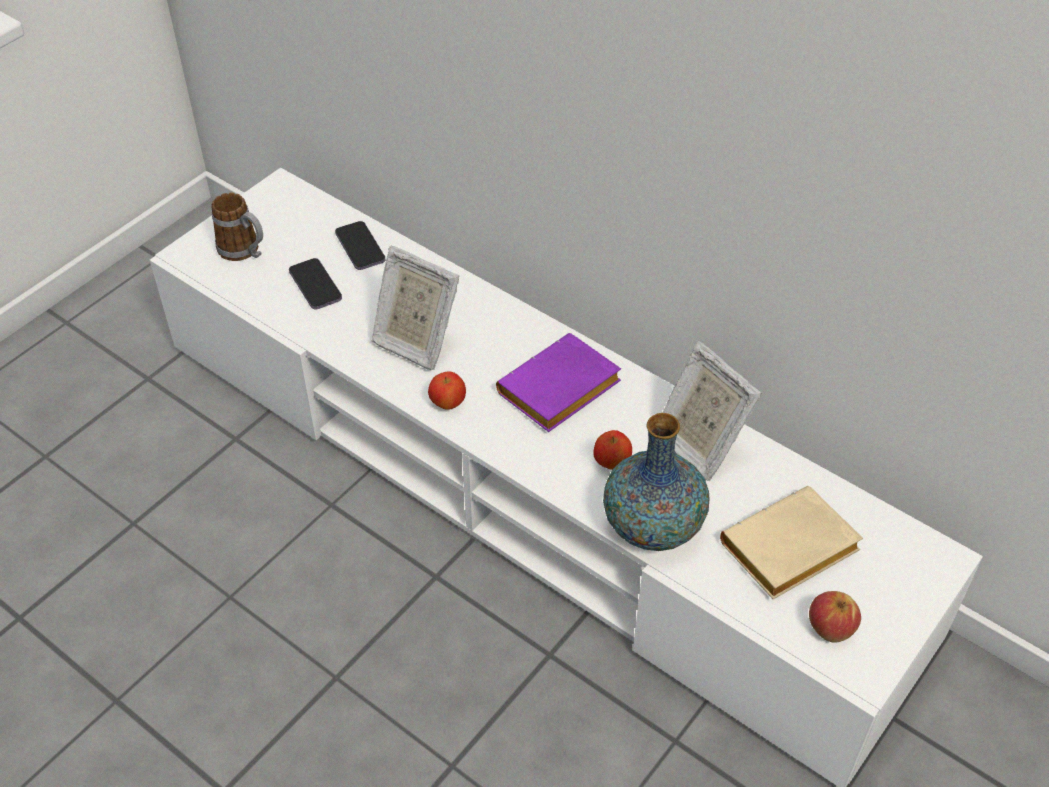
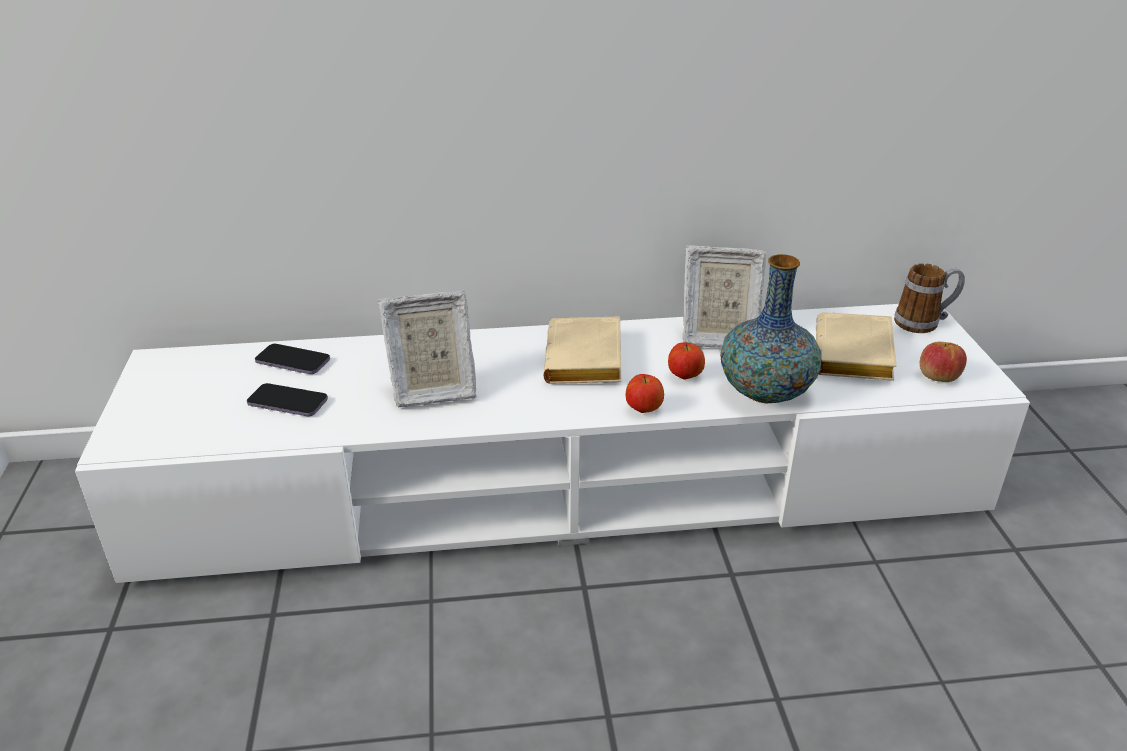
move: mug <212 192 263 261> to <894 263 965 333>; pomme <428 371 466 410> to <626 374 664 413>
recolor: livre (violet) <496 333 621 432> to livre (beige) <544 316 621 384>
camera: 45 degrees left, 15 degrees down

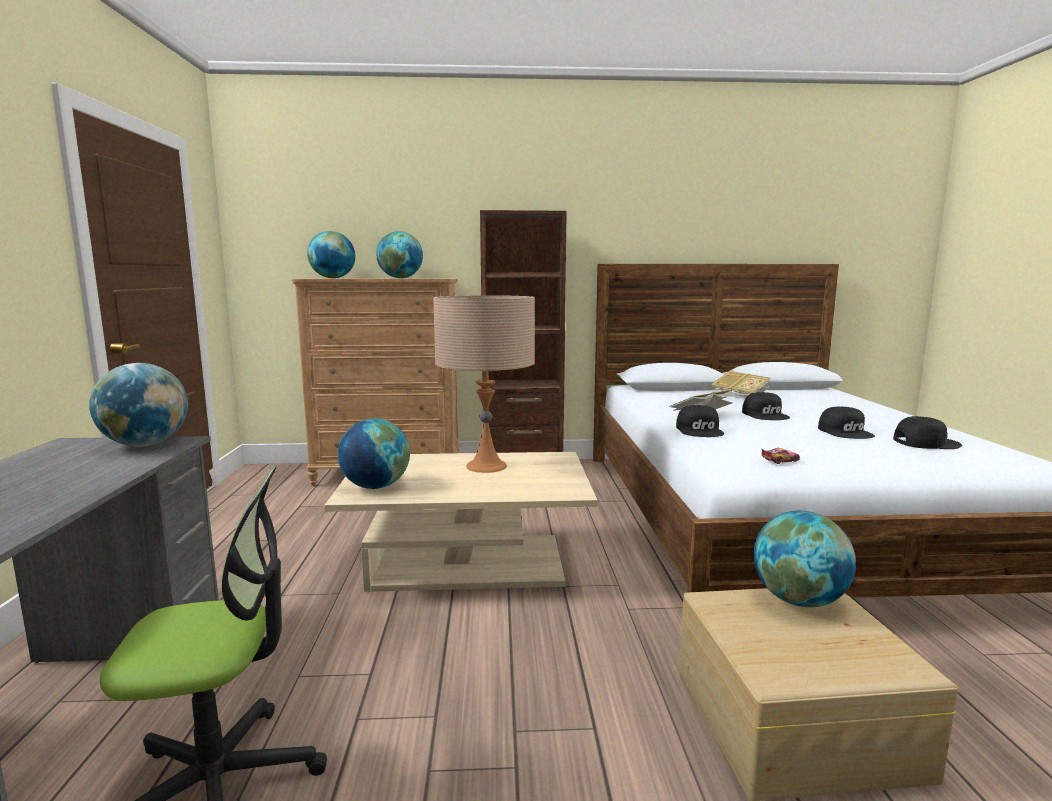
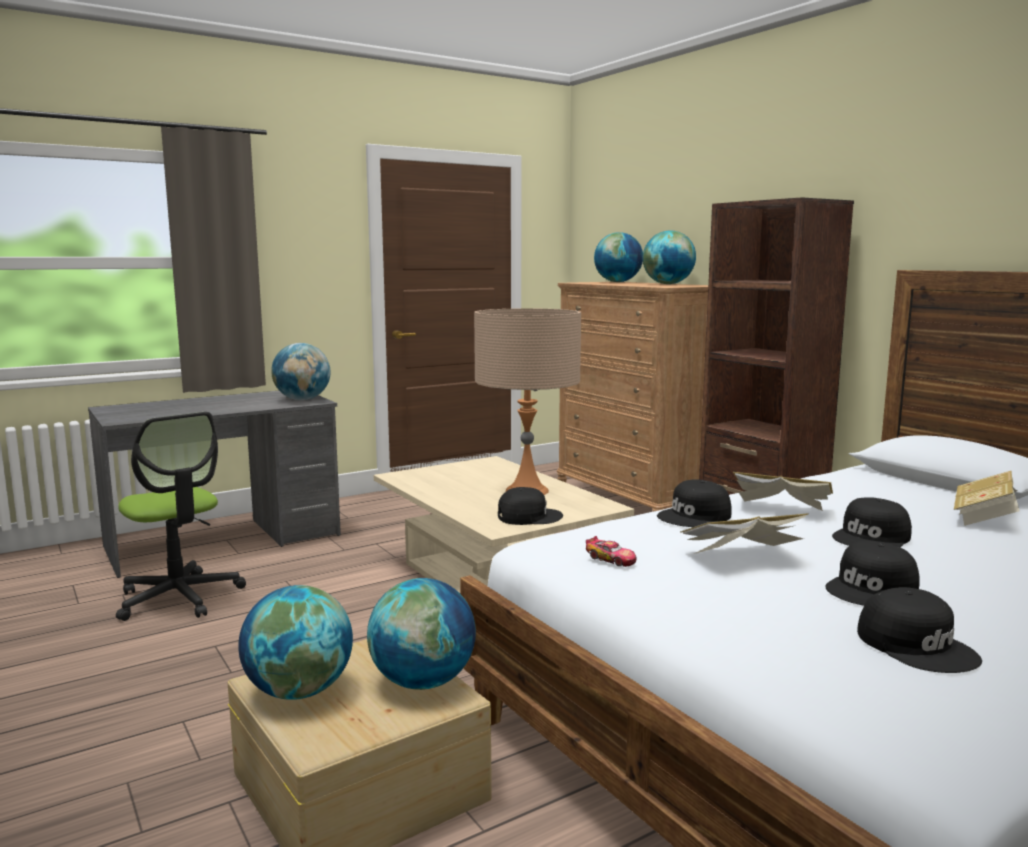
insert: casquette (noir) <498 487 563 525>; livre <680 513 809 554>
move: globe <338 418 410 489> to <238 585 353 700>
camera: 60 degrees right, 0 degrees up

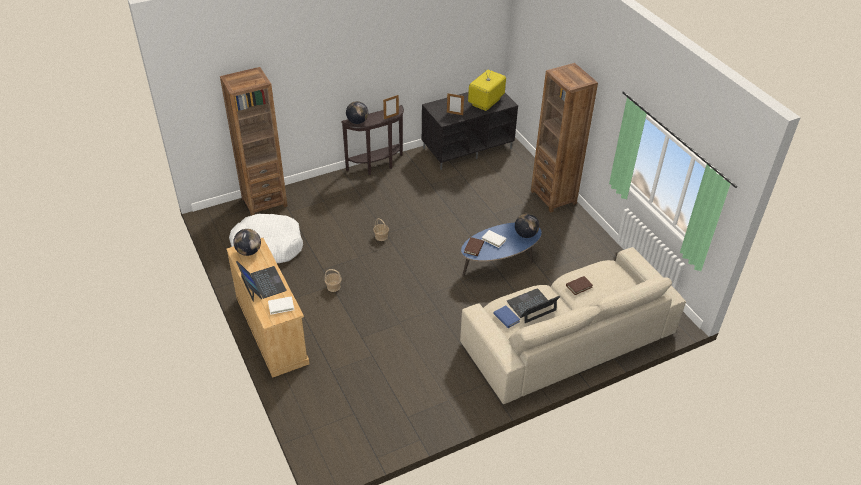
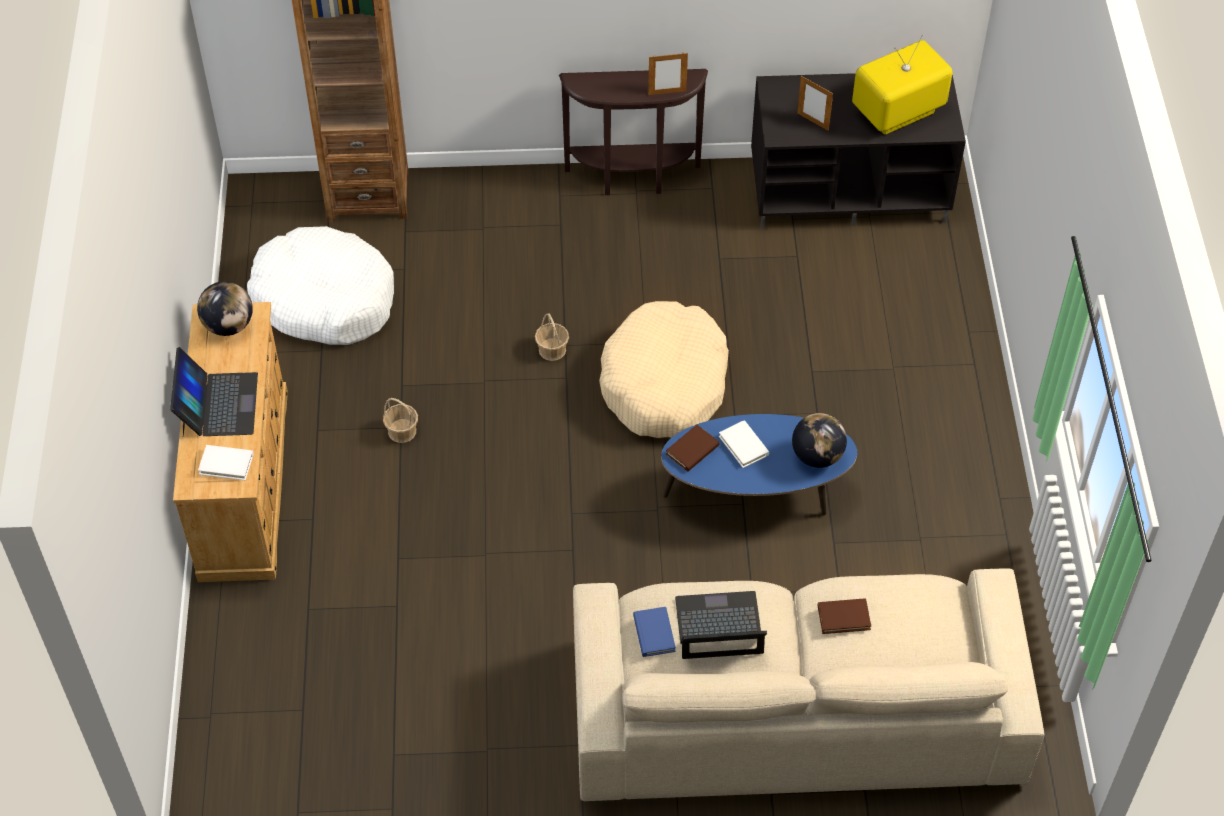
delete: globe <346 101 368 124>; bibliothèque (marron) <531 63 598 213>
insert: panier pour chien (beige) <599 301 729 438>
camera: 25 degrees right, 10 degrees up

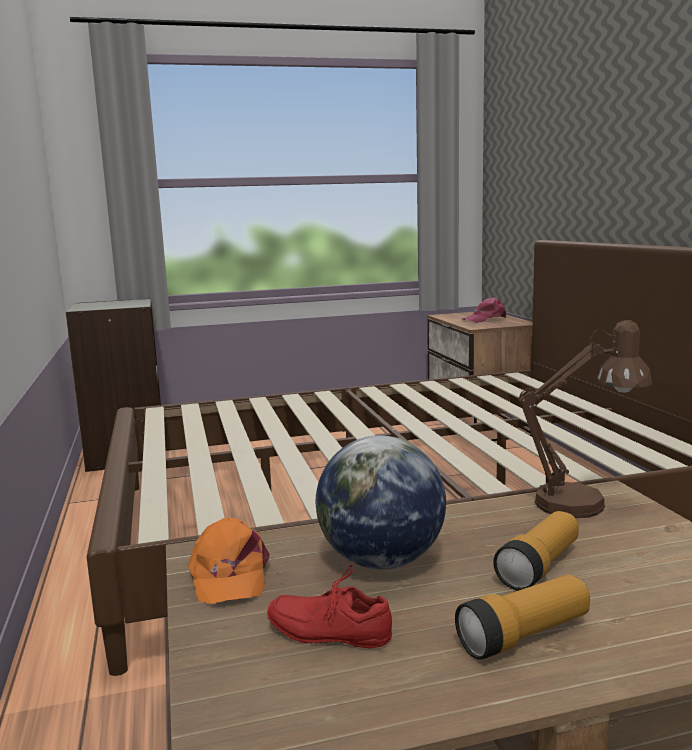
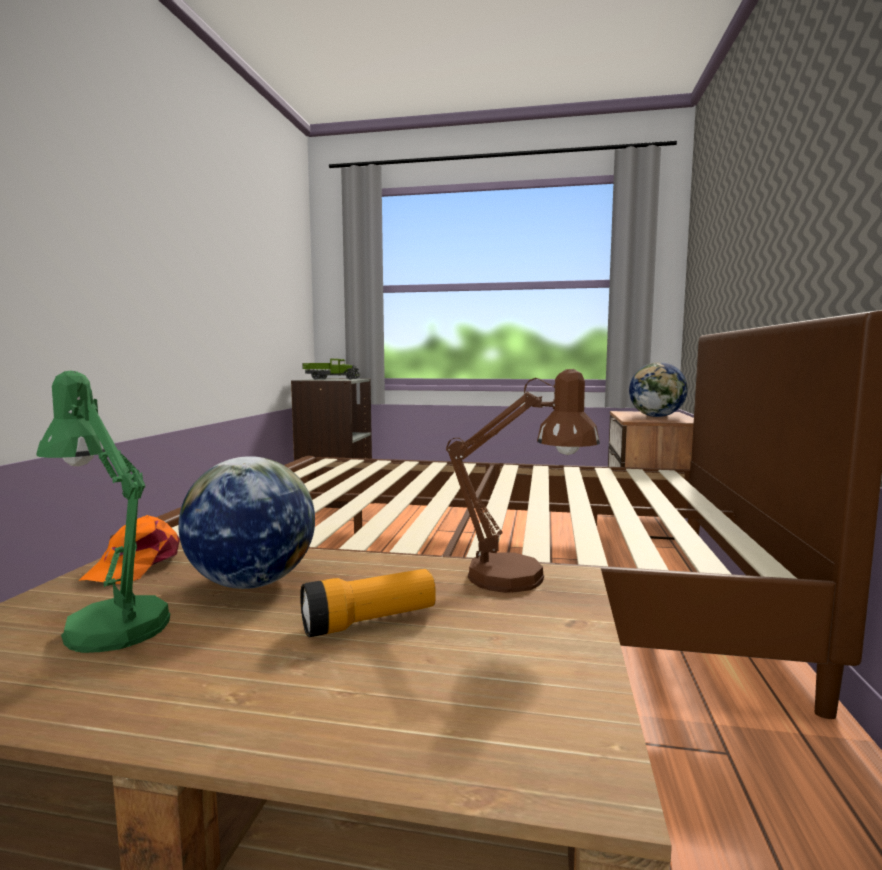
delete: lampe de poche <455 574 590 660>
insert: camion jouet <302 359 360 380>
replace: chaussure (rouge) <267 562 392 648> to lampe de table (vert) <36 371 171 653>; casquette (rose) <463 297 506 323> to globe <629 362 688 417>
camera: 25 degrees right, 5 degrees down

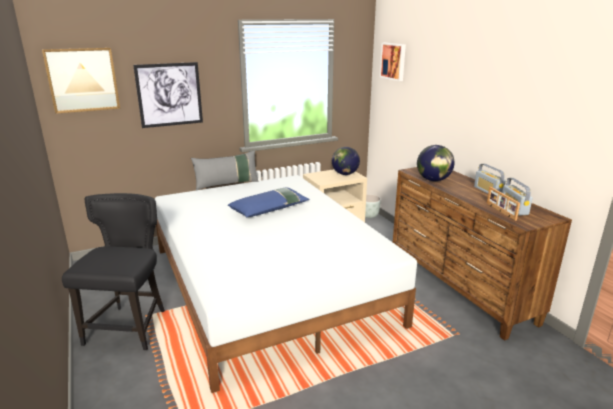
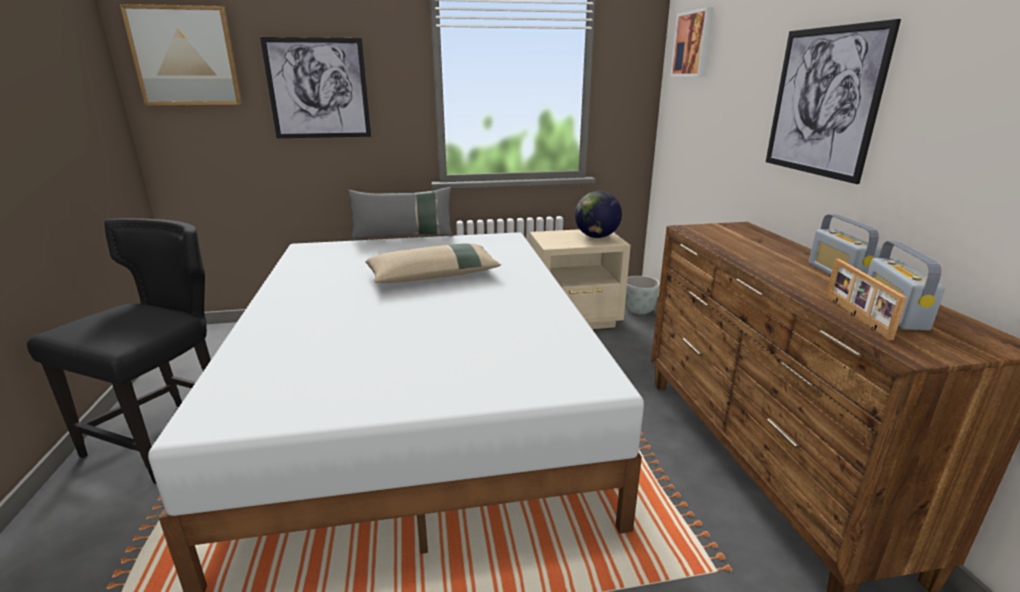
delete: globe <417 145 455 181>
insert: tableau <766 19 901 184>
recolor: coussin (bleu) <228 188 310 217> to coussin (beige) <365 243 501 283>
camera: 15 degrees right, 0 degrees up

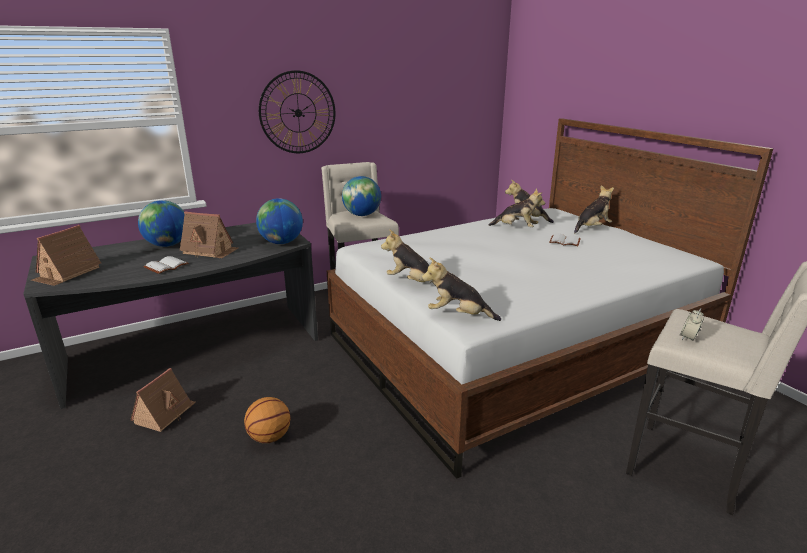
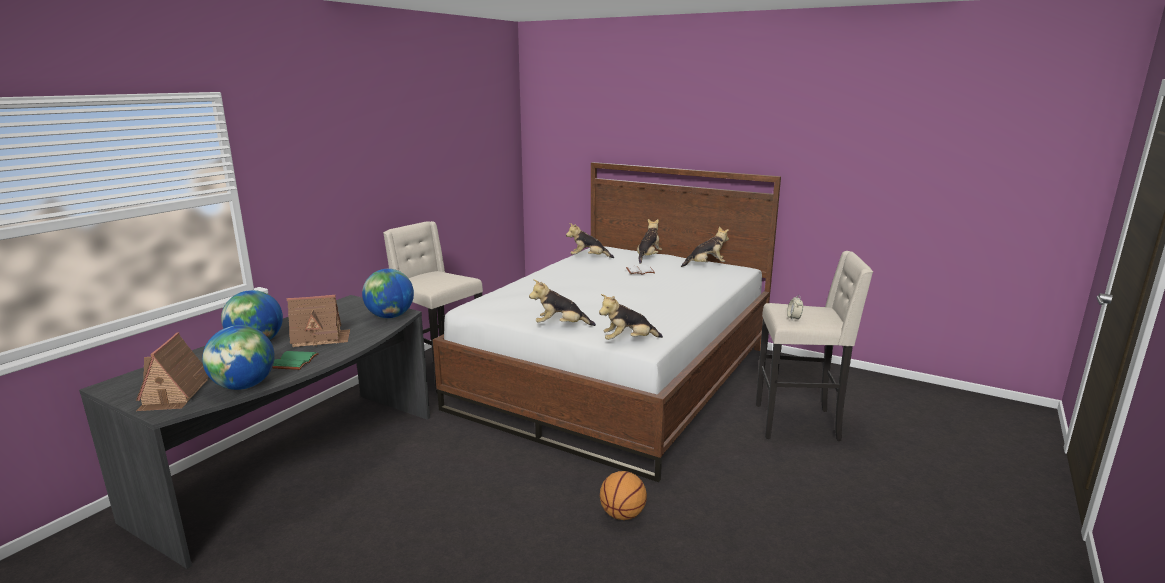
delete: maison miniature <130 368 196 432>; horloge murale <259 70 335 153>
move: ballon de basket <244 397 291 443> to <600 471 647 520>; globe <342 176 381 216> to <202 325 275 390>; peluche <488 189 545 227> to <681 226 729 267>
recolor: livre (blanc) <144 256 189 274> to livre (vert) <272 351 319 370>
camera: 30 degrees left, 5 degrees down

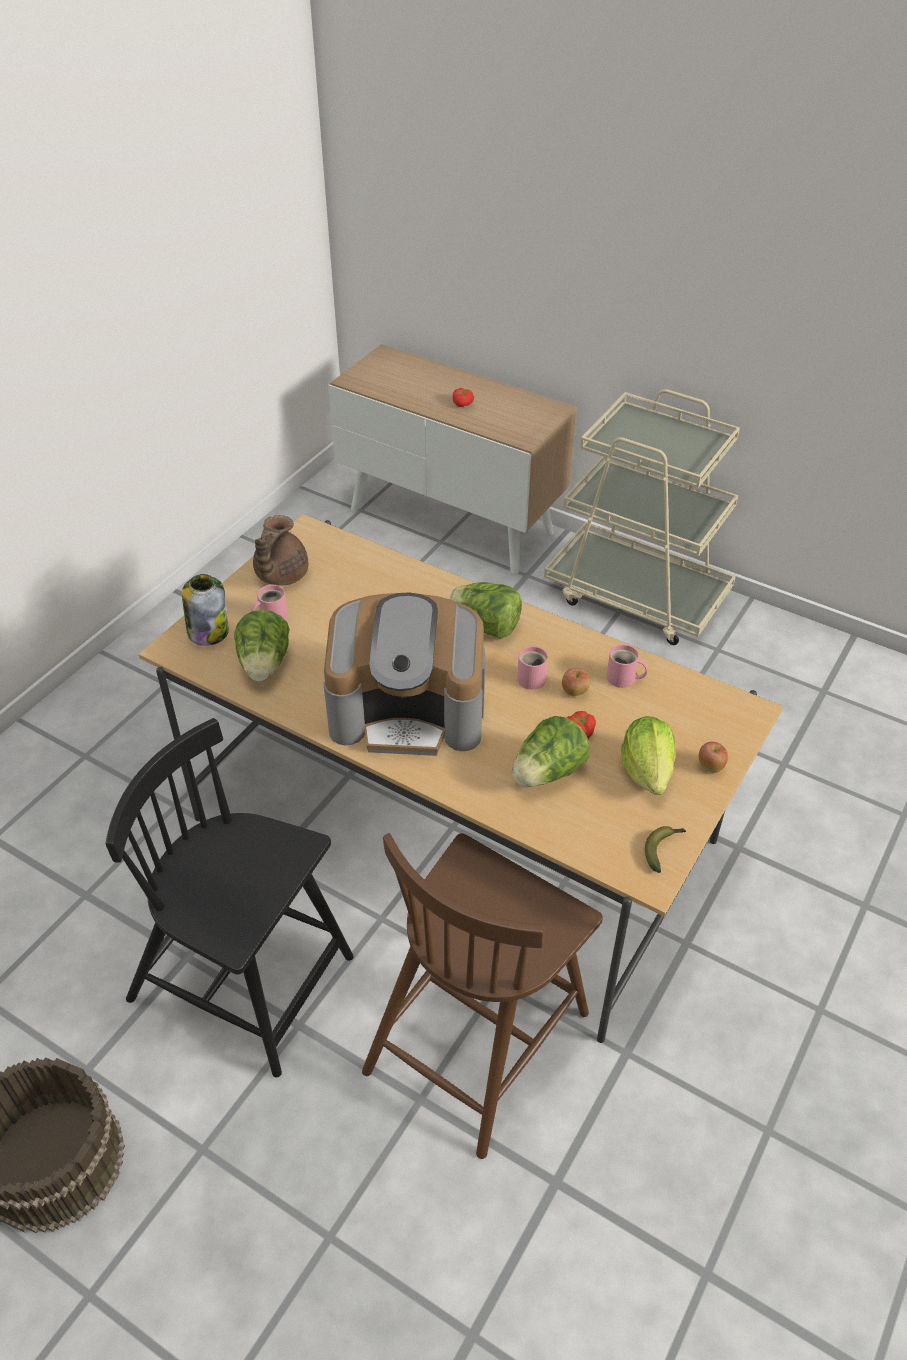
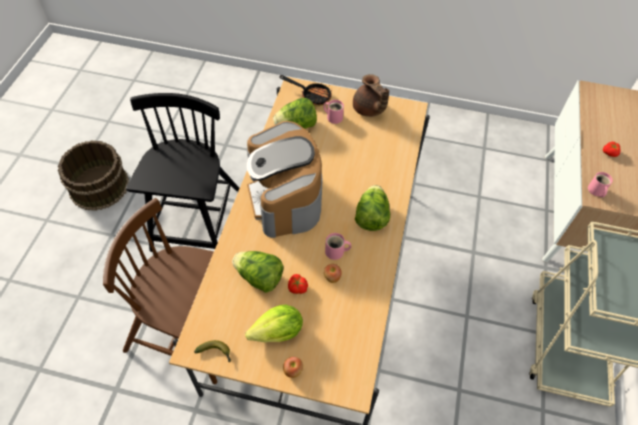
move: mug (rose) <607 644 648 688> to <588 172 613 197>
replace: bocal <182 574 229 646> to poêle <279 75 332 107>
rotate: théière (marron) <253 515 308 586> = <353 74 389 117> 120 degrees counterclockwise
camera: 70 degrees right, 10 degrees up

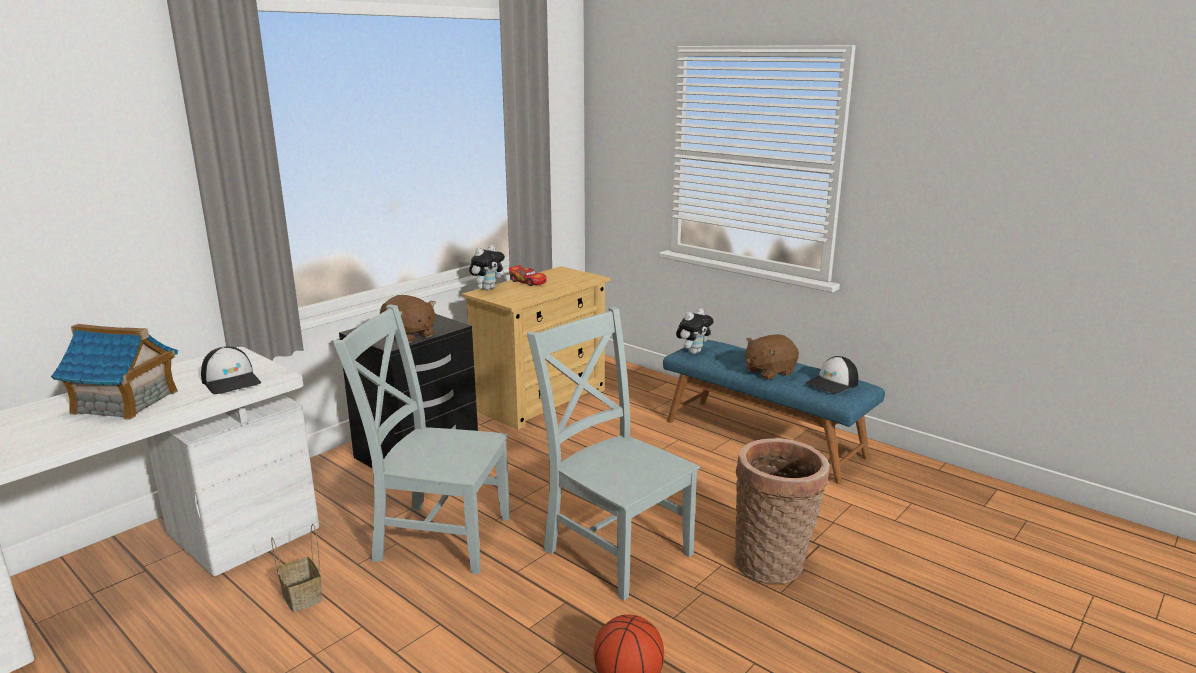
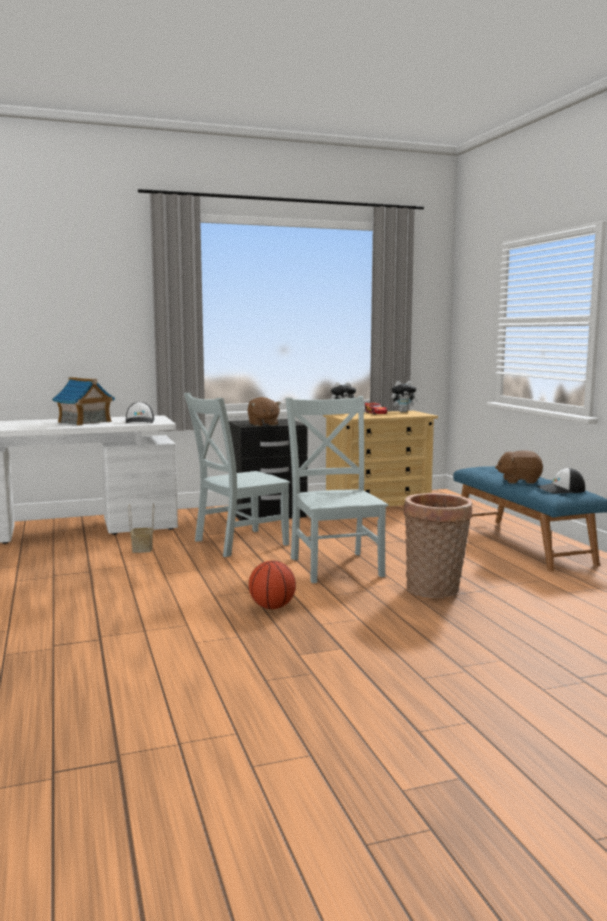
move: peluche <676 308 714 354> to <391 381 418 412>
rotate: chaise (gris) <333 304 510 574> = <184 393 290 557> 75 degrees counterclockwise
camera: 30 degrees right, 10 degrees down

